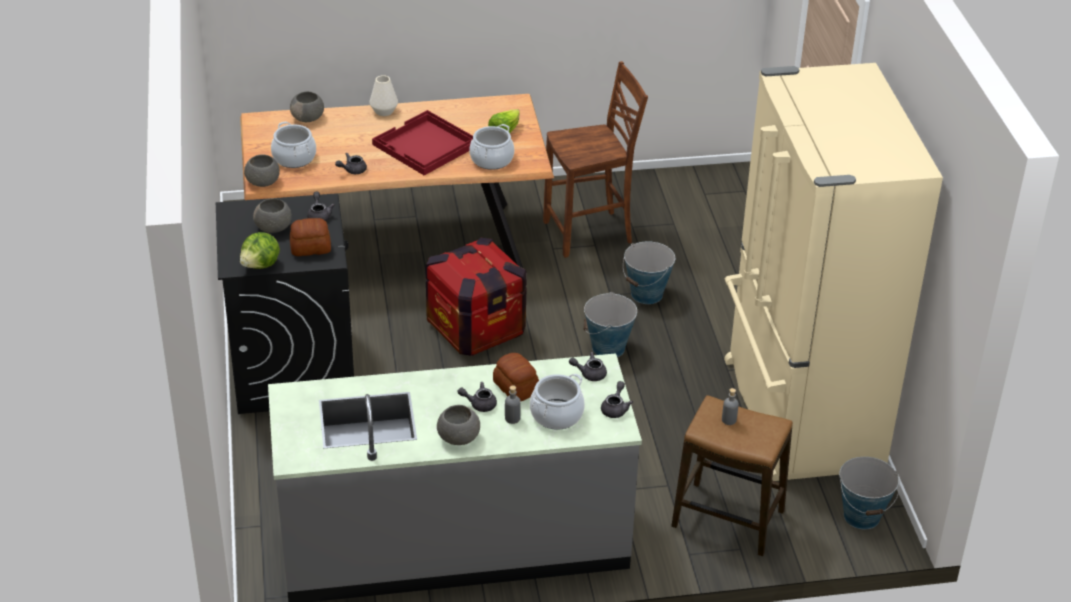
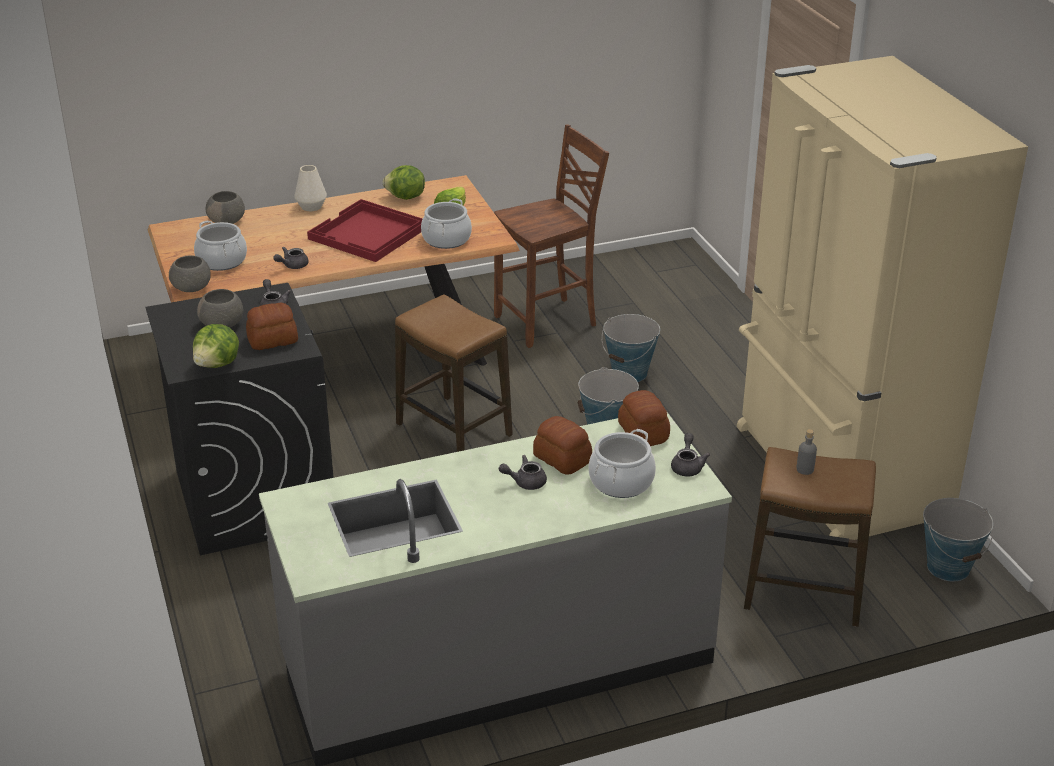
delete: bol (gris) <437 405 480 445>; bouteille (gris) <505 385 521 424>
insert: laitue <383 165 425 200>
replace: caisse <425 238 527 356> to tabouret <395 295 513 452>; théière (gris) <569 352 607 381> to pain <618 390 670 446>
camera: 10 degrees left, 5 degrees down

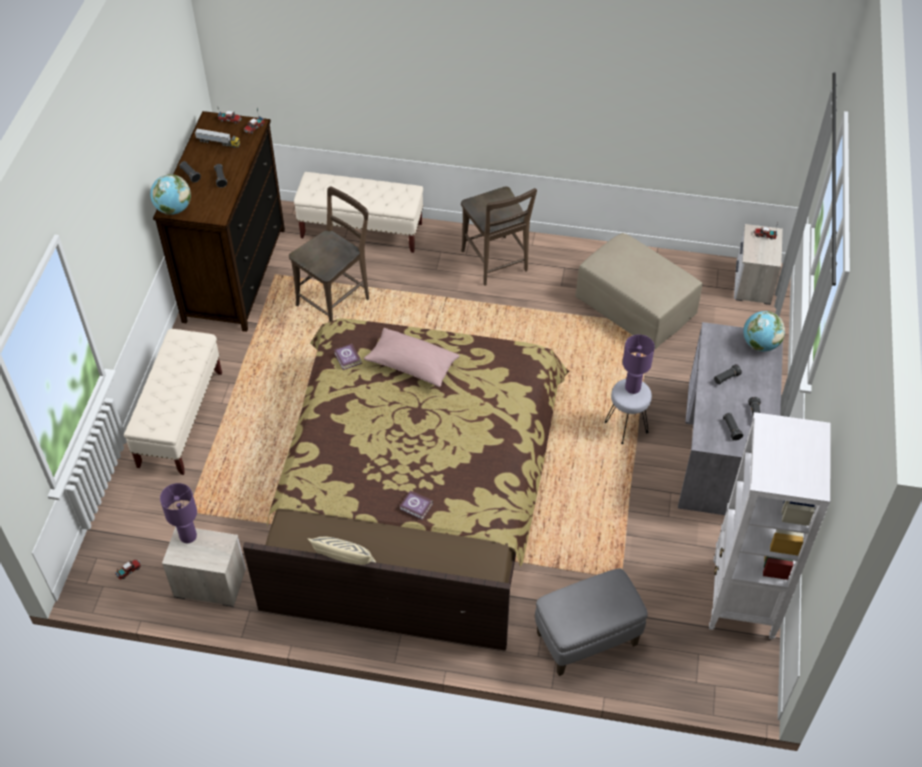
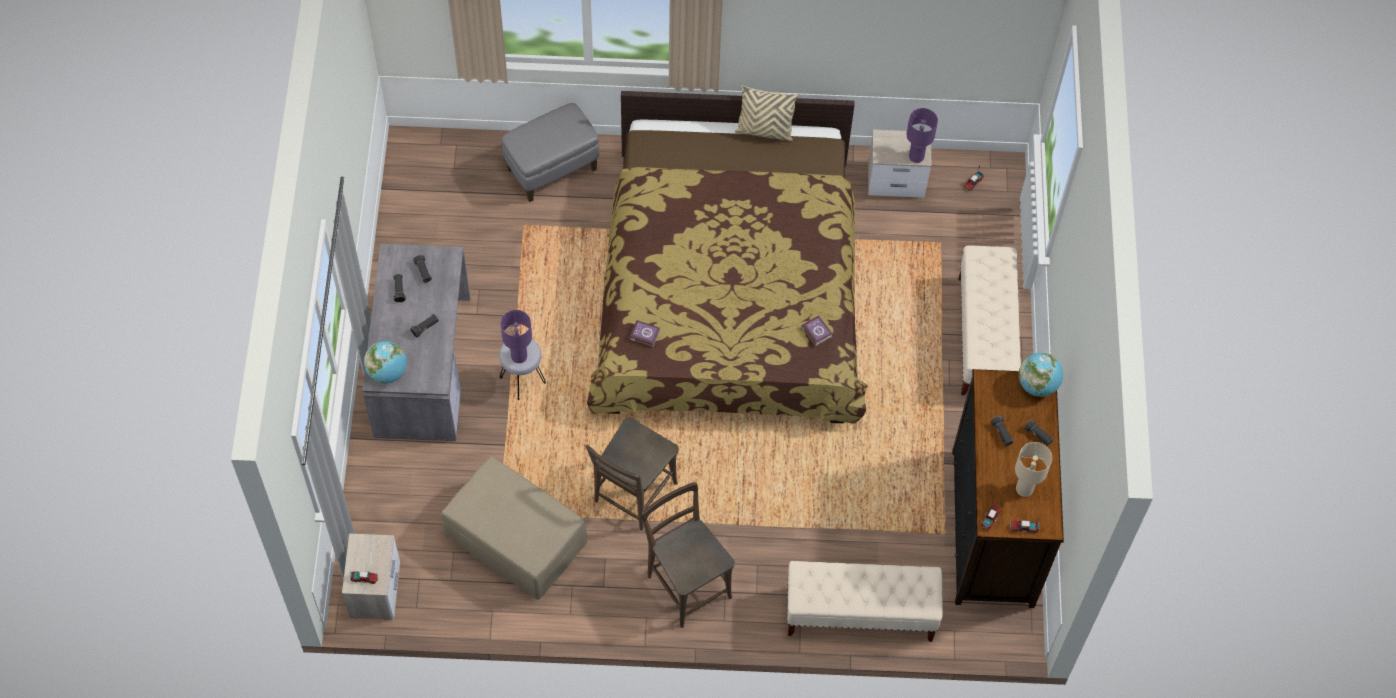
delete: coussin (rose) <364 328 460 387>; bibliothèque (blanc) <709 412 831 639>
move: chaise (marron) <289 186 369 322> to <585 417 679 530>; livre <400 490 433 520> to <629 320 660 347>
replace: camion jouet <195 128 240 148> to lampe de table (beige) <1015 442 1052 497>
camera: 170 degrees right, 10 degrees up

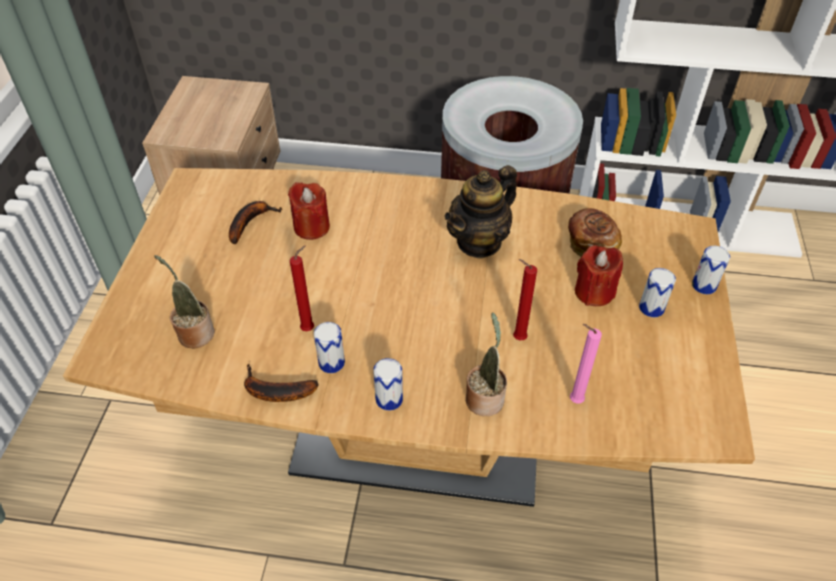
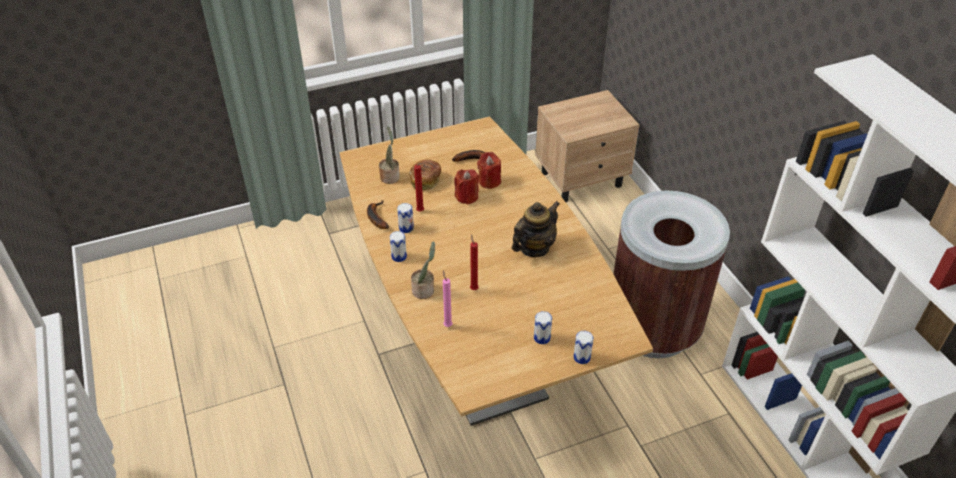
move: pain <568 208 622 257> to <409 160 441 190>; bougie (rouge) <575 245 623 306> to <454 169 479 204>
rotate: théière <444 165 517 259> = <512 201 560 257> 120 degrees clockwise
camera: 60 degrees right, 5 degrees down

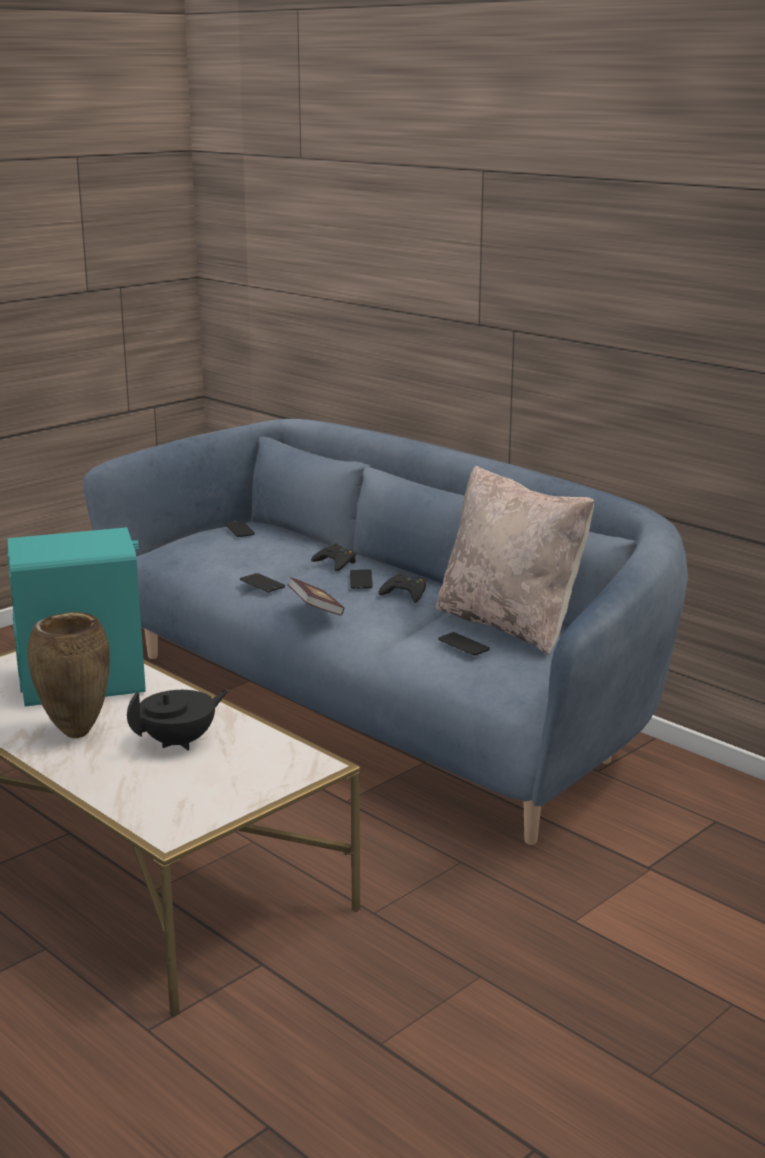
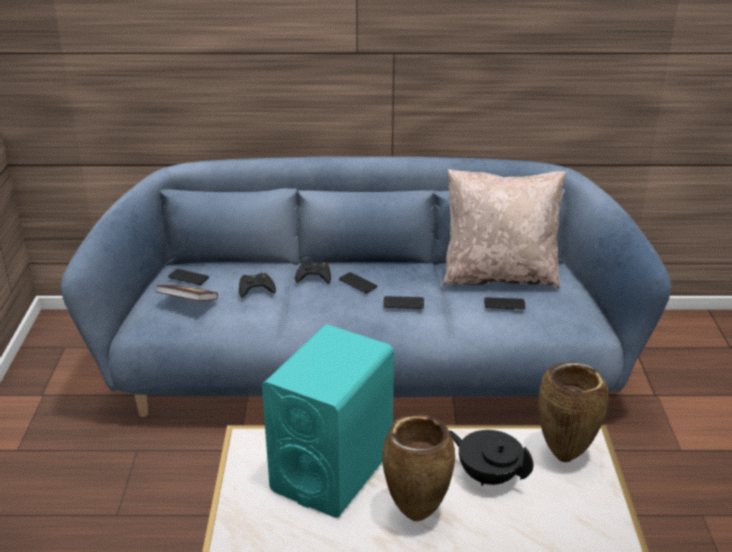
insert: vase (marron) <538 362 608 462>
move: téléphone <240 573 285 592> to <383 296 424 309>; livre <287 577 344 616> to <156 285 218 301>; manette (noir) <378 573 426 603> to <239 273 276 298>
rotate: théière (noir) <127 690 229 750> = <449 430 534 486> 60 degrees counterclockwise
camera: 45 degrees left, 10 degrees up

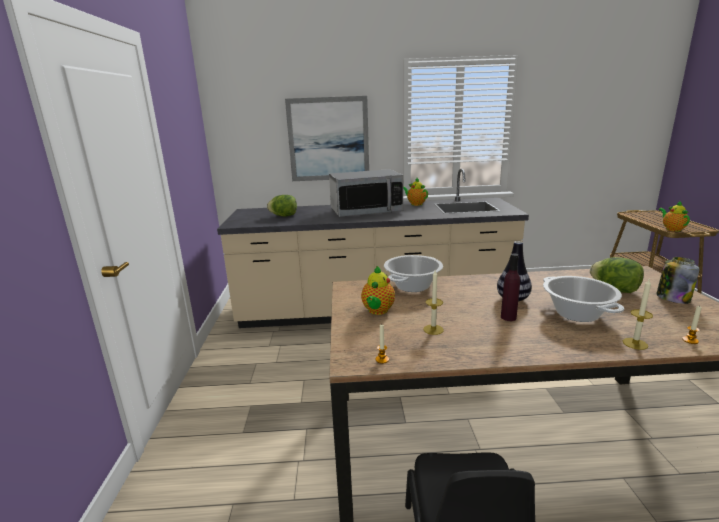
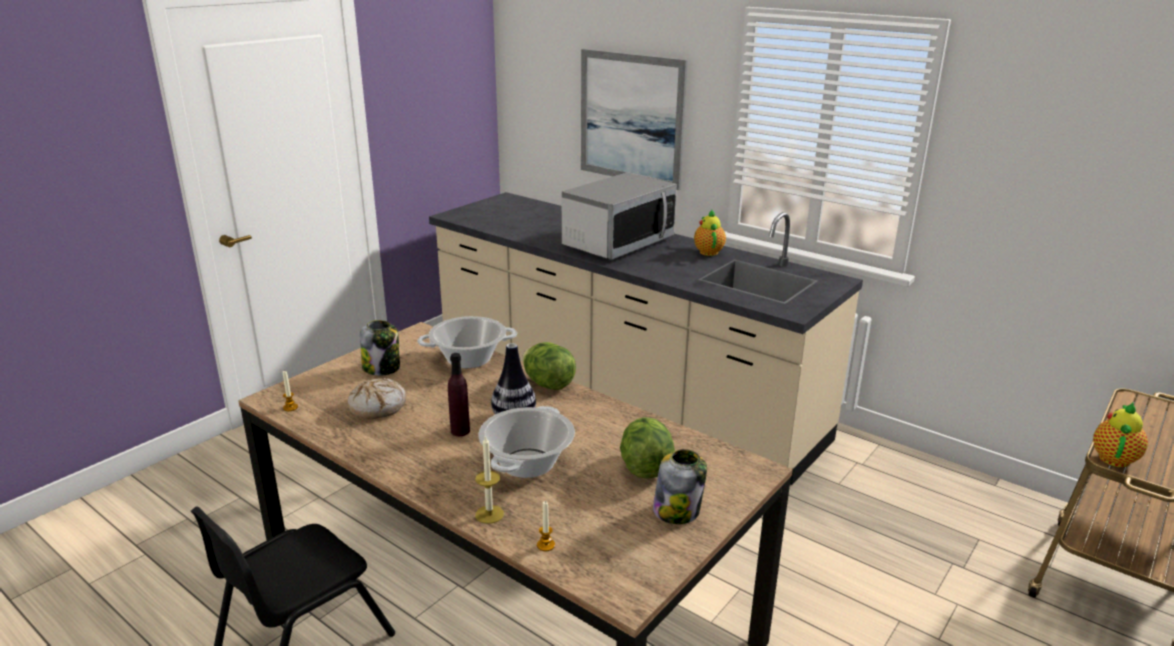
move: laitue <267 195 297 217> to <522 342 576 390>
replace: théière <361 266 395 315> to bocal <360 320 400 375>; bougie <423 270 444 335> to pain <348 378 406 419>
rotate: micro-ondes <329 169 403 217> = <562 172 677 260> 75 degrees counterclockwise
camera: 40 degrees right, 5 degrees up

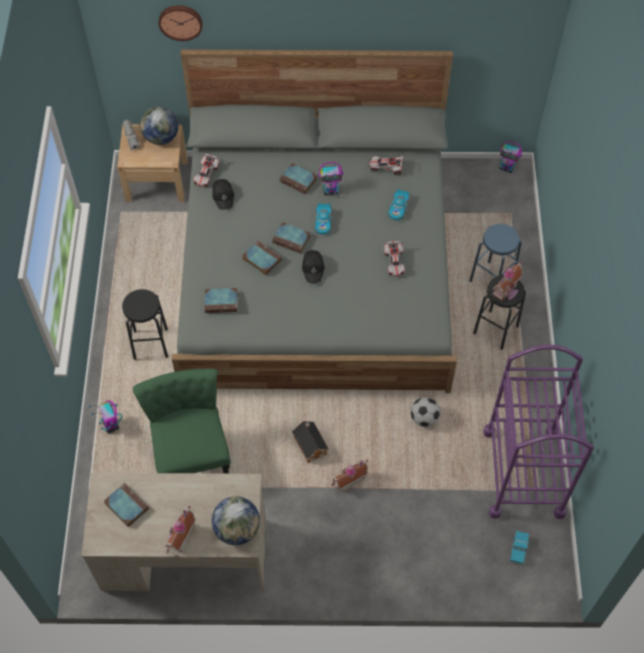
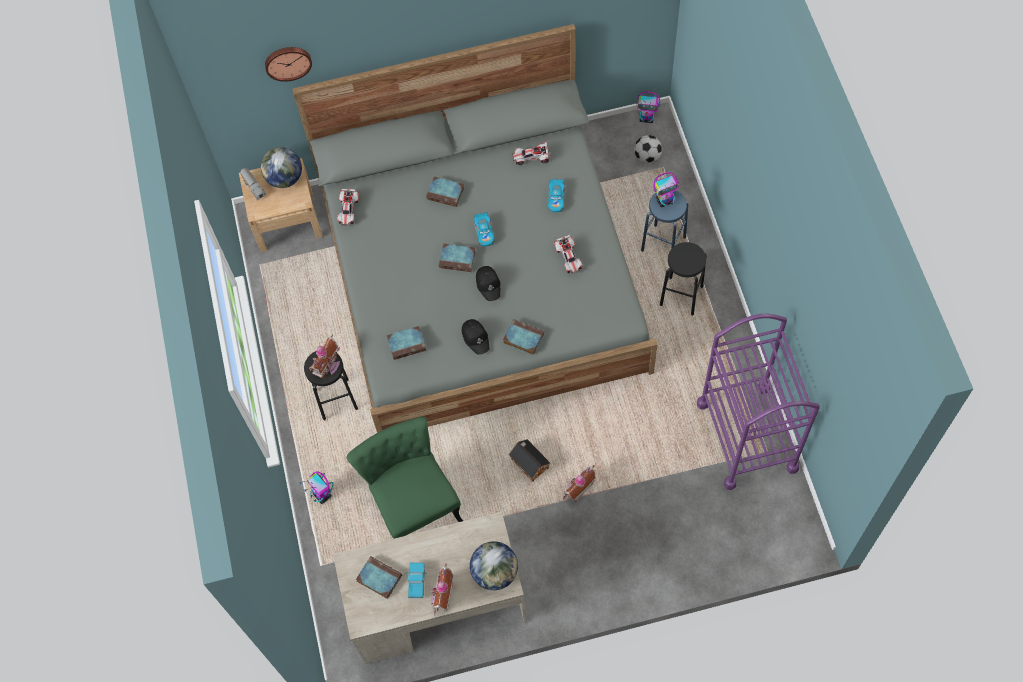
move: casquette (noir) <212 179 234 210> to <462 319 490 355>; livre <242 240 282 276> to <503 319 544 355>; robot jouet <319 162 343 195> to <653 172 679 207>; ballon de foot <411 397 441 427> to <634 135 662 164>; maison miniature <493 262 523 301> to <309 335 340 378>; camion jouet <510 531 531 565> to <406 562 427 599>
camera: 10 degrees left, 5 degrees up

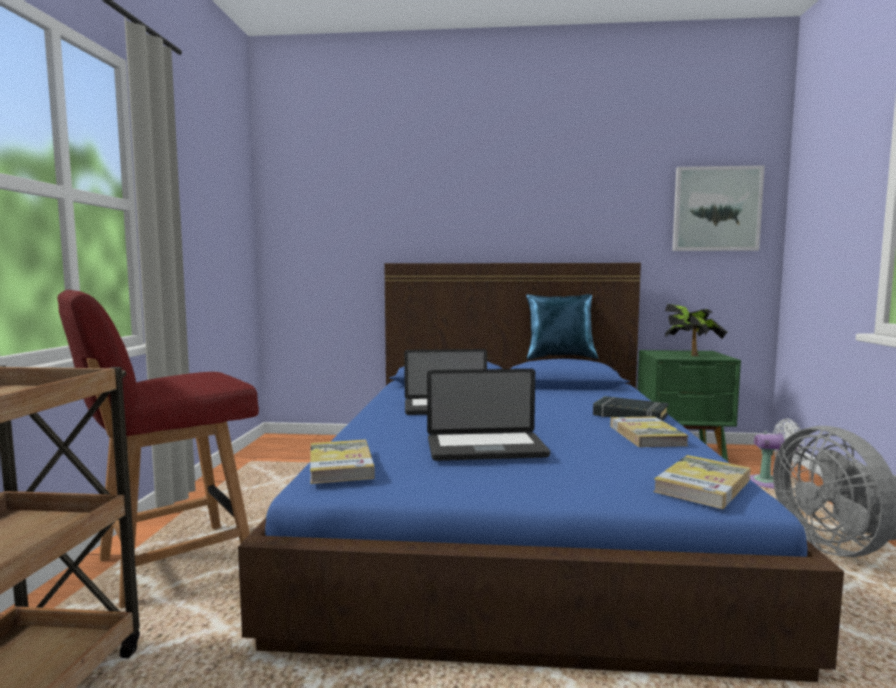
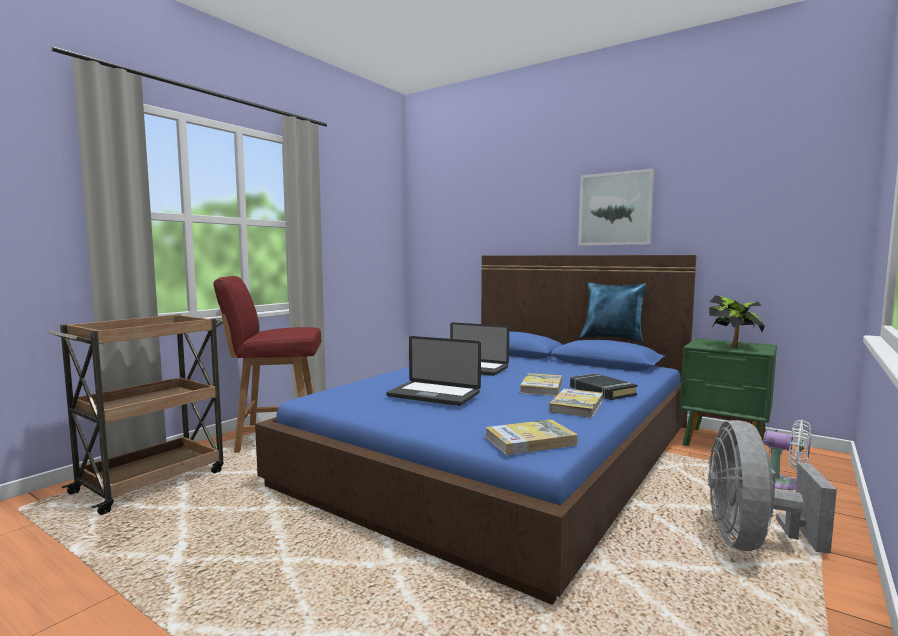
move: livre <310 440 375 484> to <520 373 562 396>; tableau <672 165 765 251> to <578 169 655 246>
camera: 30 degrees right, 0 degrees up

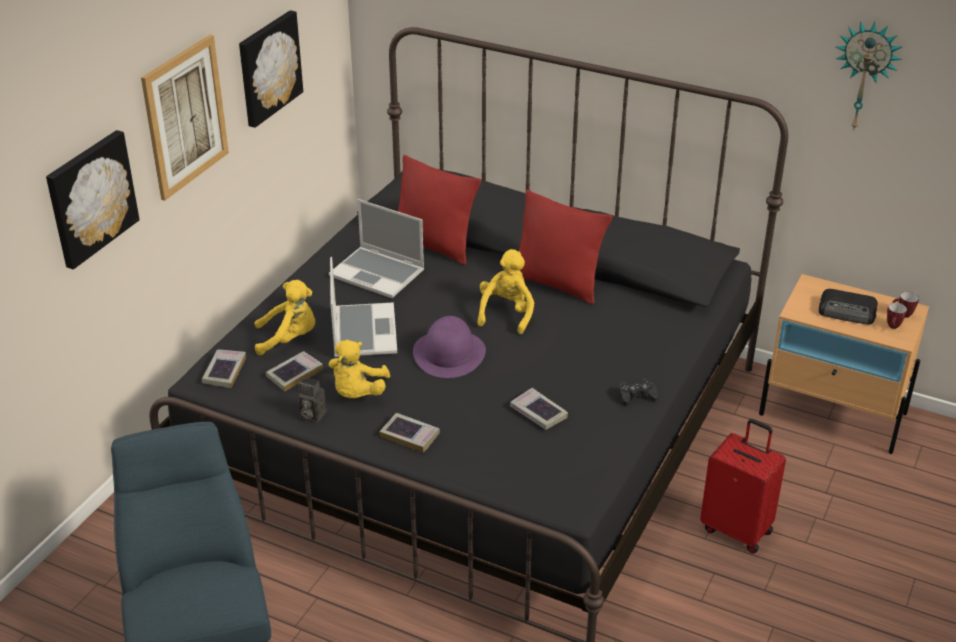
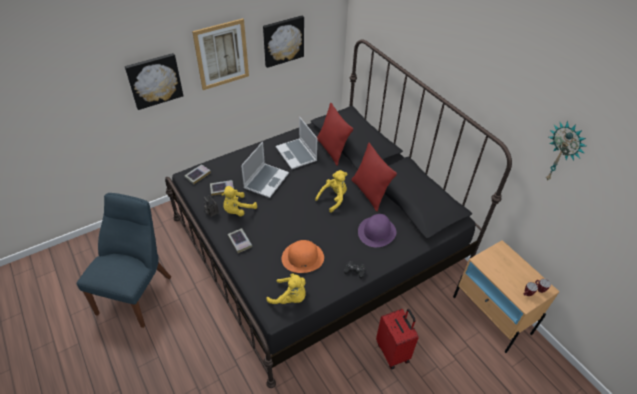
delete: radio <819 289 878 325>
move: peluche (jaune) <254 280 315 355> to <266 274 306 304>; chapeau (violet) <413 316 486 378> to <358 214 396 247>
replace: livre <510 388 568 430> to chapeau (orange) <282 240 324 273>
camera: 30 degrees right, 10 degrees up

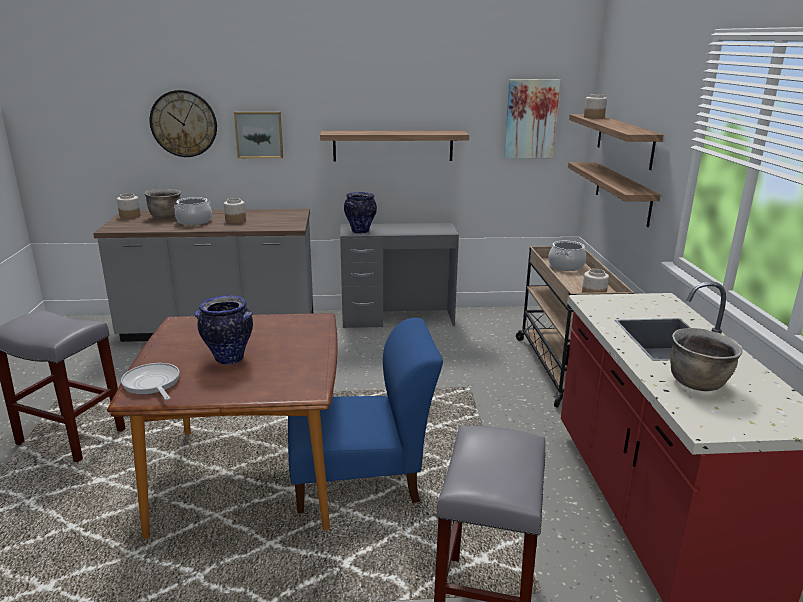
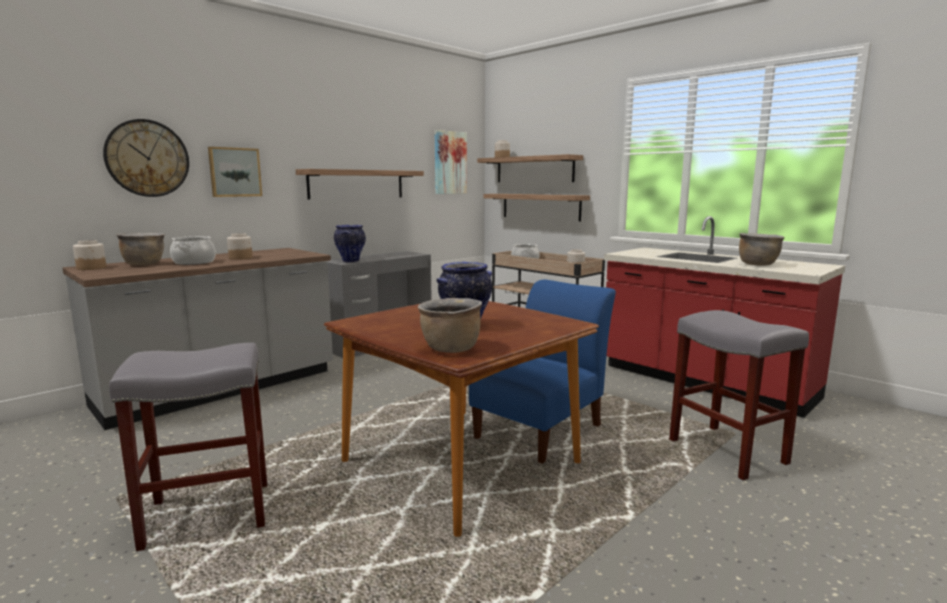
replace: poêle <121 363 180 400> to marmite (marron) <418 298 482 353>
camera: 40 degrees left, 10 degrees down

